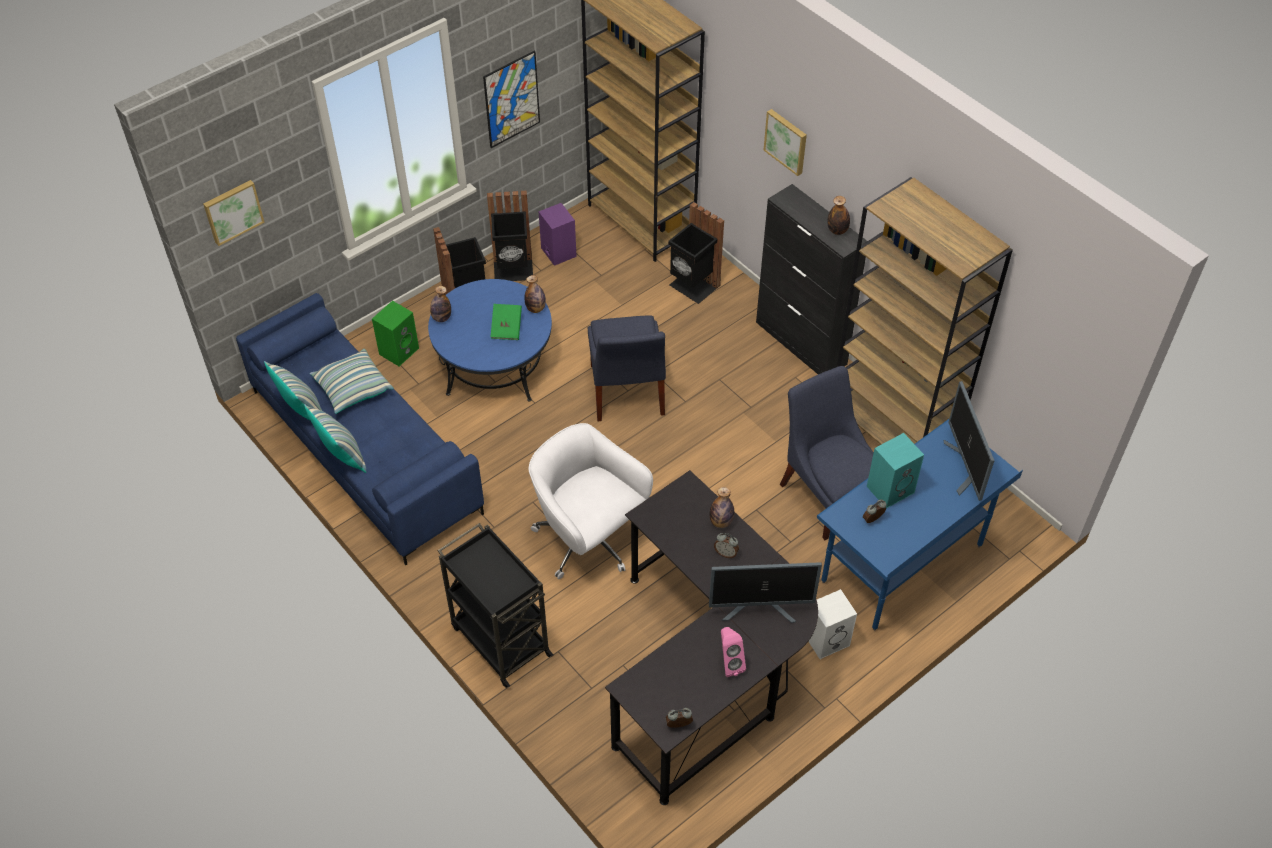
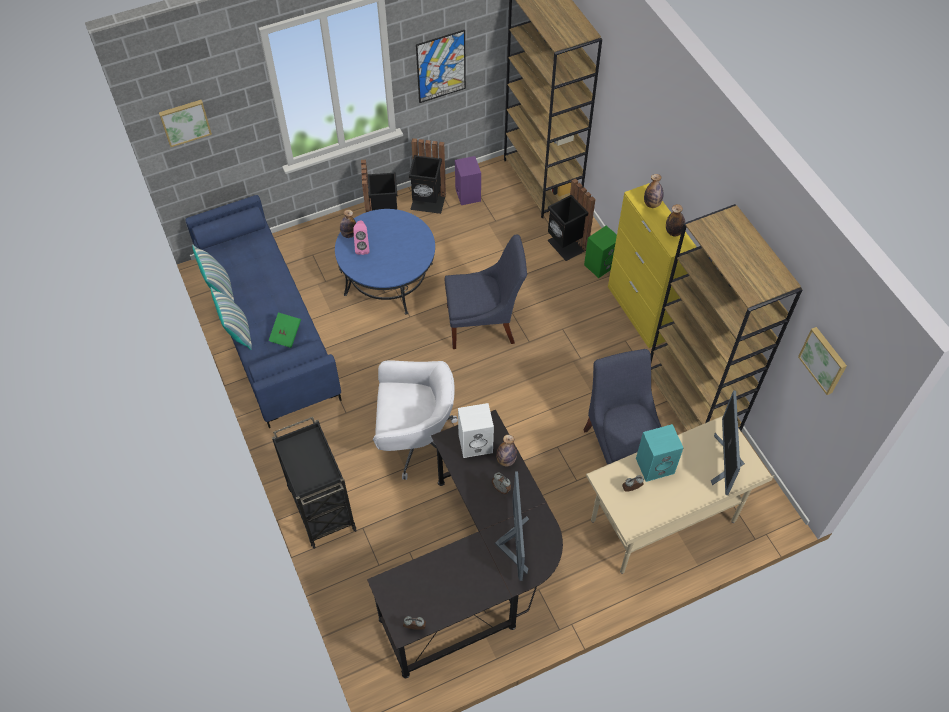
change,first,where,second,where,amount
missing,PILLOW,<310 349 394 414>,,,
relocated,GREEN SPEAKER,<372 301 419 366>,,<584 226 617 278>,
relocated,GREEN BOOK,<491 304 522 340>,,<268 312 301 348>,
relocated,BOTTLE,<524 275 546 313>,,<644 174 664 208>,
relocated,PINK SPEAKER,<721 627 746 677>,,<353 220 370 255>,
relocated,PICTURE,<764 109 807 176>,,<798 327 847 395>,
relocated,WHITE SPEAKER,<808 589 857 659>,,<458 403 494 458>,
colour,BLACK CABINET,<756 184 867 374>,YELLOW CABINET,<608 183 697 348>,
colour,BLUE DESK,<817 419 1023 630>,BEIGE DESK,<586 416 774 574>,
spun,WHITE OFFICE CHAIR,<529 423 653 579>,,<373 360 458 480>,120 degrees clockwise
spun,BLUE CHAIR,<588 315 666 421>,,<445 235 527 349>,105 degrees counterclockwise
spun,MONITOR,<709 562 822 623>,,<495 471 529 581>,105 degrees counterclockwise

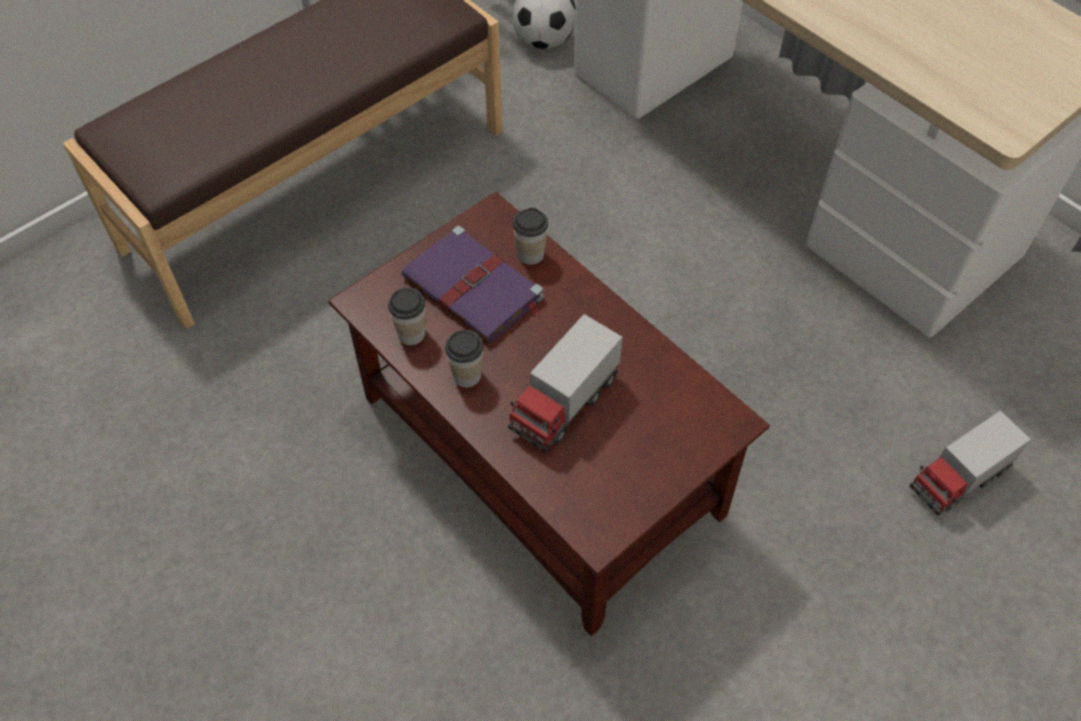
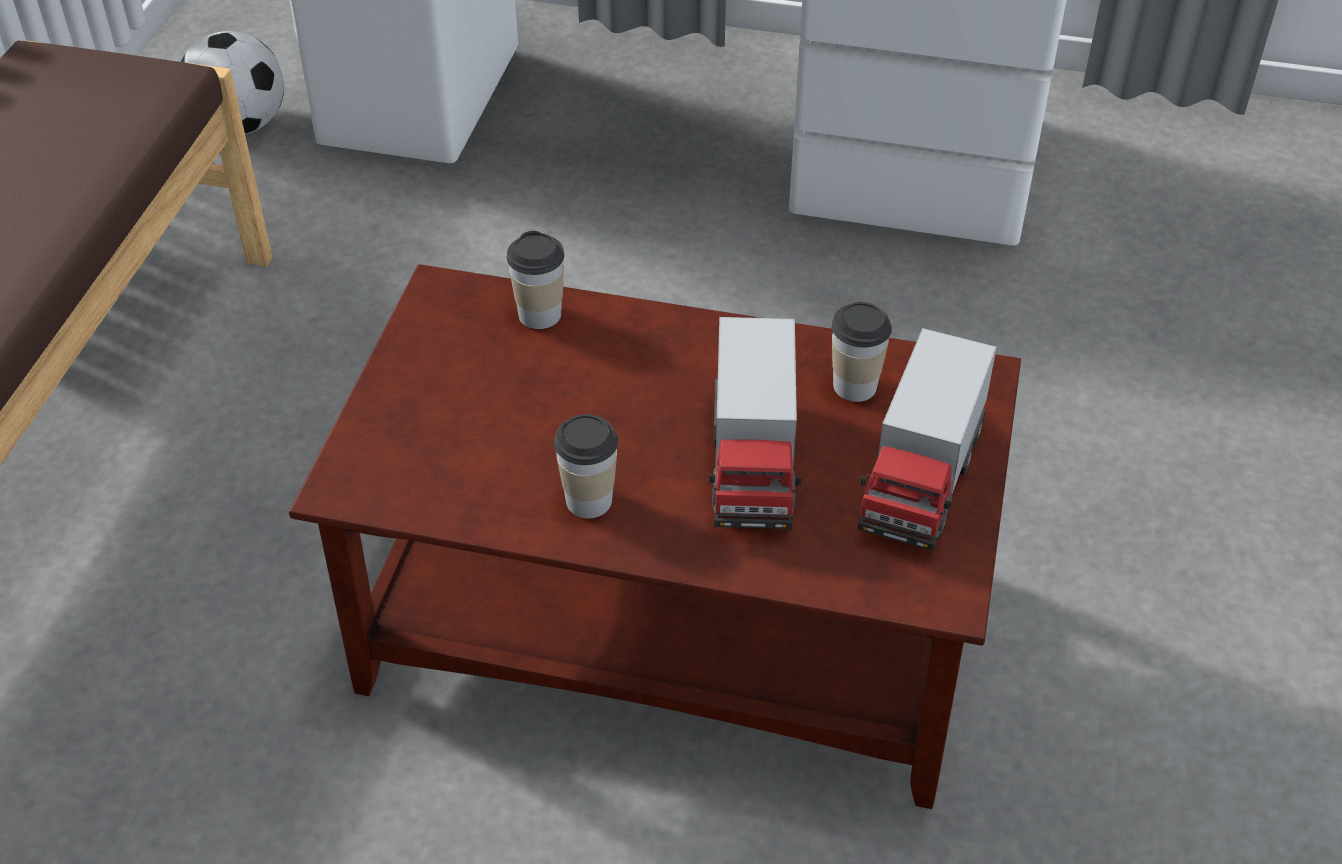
change,first,where,second,where,amount
missing,PURPLE BOOK,<401 226 543 343>,,,
relocated,CUP,<388 288 425 345>,,<832 302 892 402>,
relocated,TOY TRUCK,<909 410 1031 516>,,<857 328 997 551>,

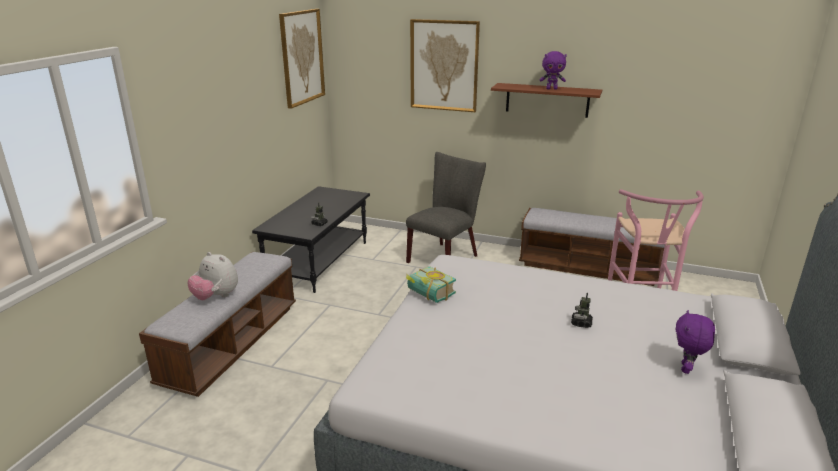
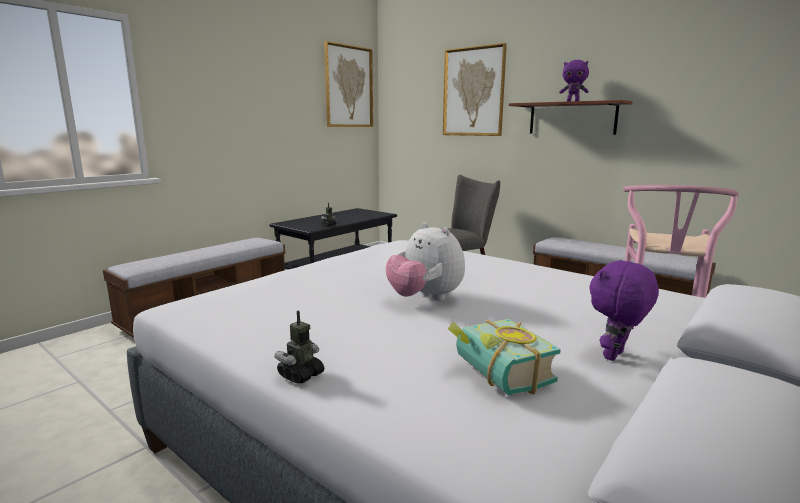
change,first,where,second,where,amount
relocated,PLUSH TOY,<188 252 238 300>,,<386 222 465 301>,
relocated,BOOK,<406 266 456 303>,,<448 319 561 395>,
relocated,TOY ROBOT,<571 293 593 328>,,<275 310 324 384>,

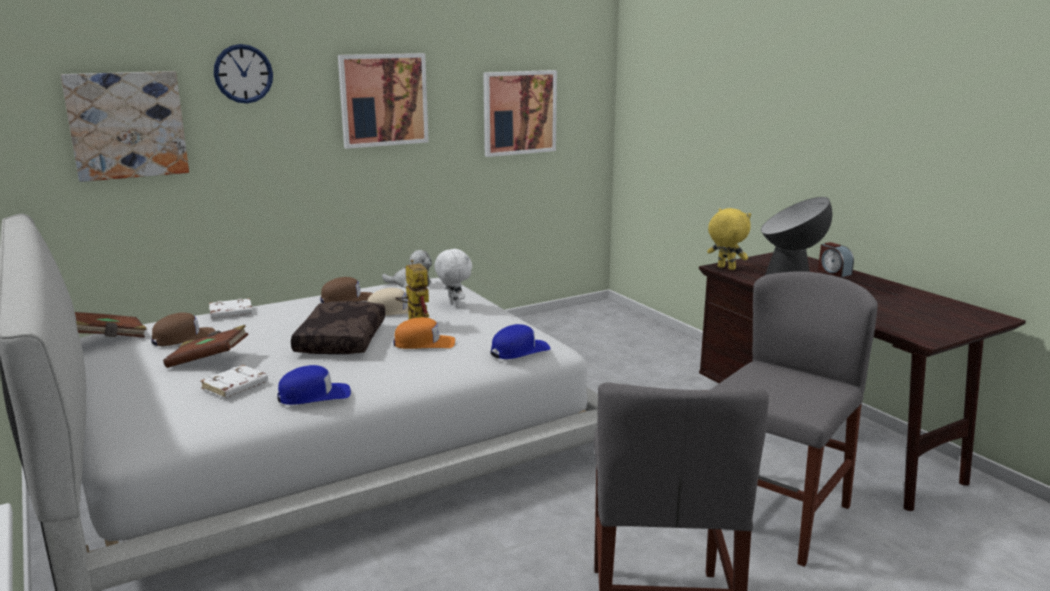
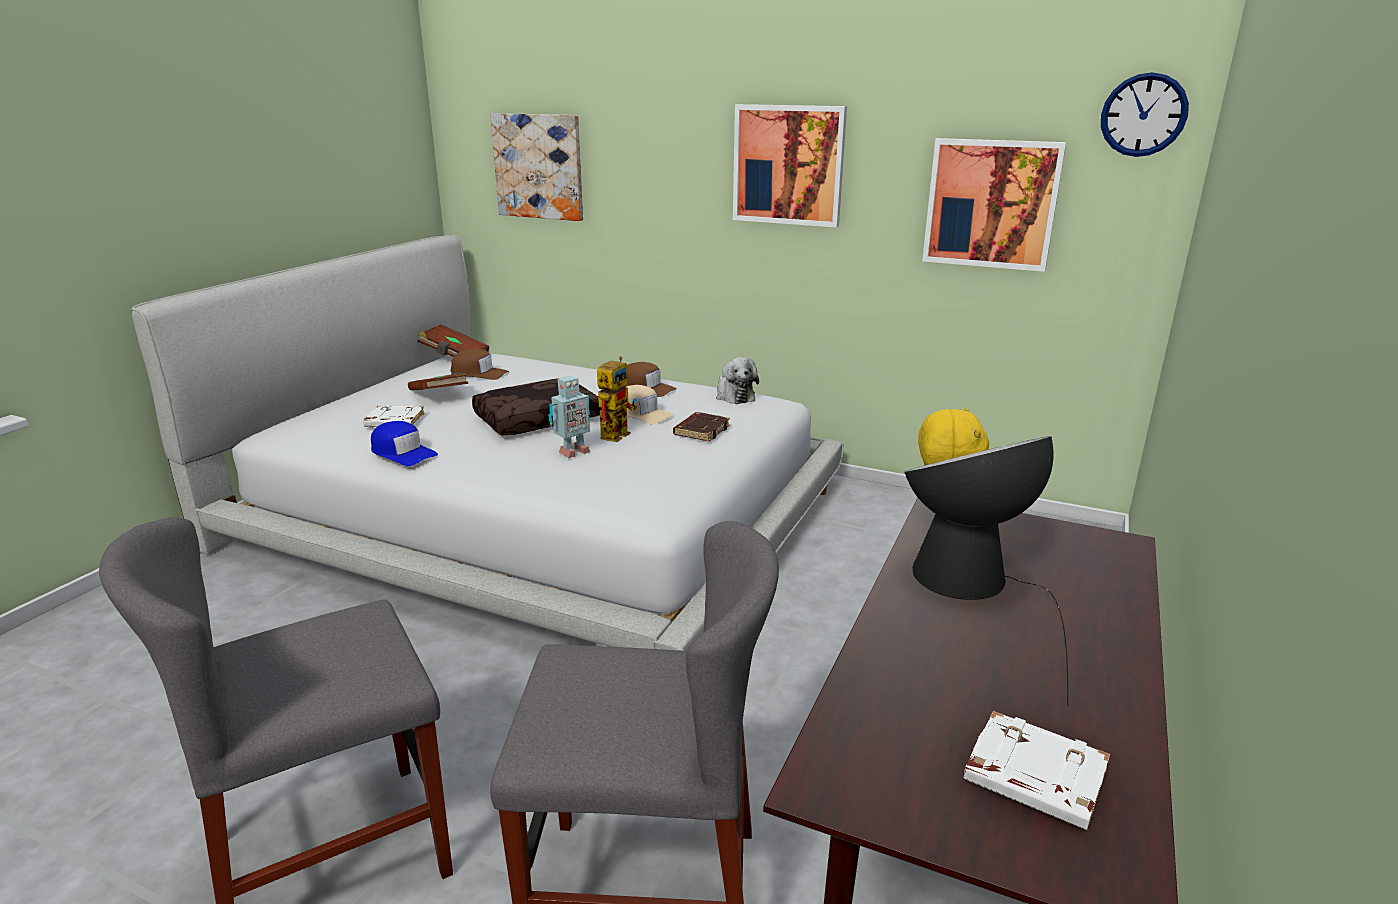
change,first,where,second,where,amount
missing,BLUE CAP,<490 324 551 359>,,,
missing,ALARM CLOCK,<818 242 854 277>,,,
relocated,WHITE BOOK,<209 298 253 319>,,<964 711 1110 830>,
relocated,WALL CLOCK,<214 44 273 103>,,<1101 72 1189 157>,
exchanged,ORANGE CAP,<394 317 455 349>,TOY ROBOT,<548 376 590 458>,
exchanged,WHITE PLUSH TOY,<435 248 472 308>,BROWN BOOK,<673 412 730 442>,

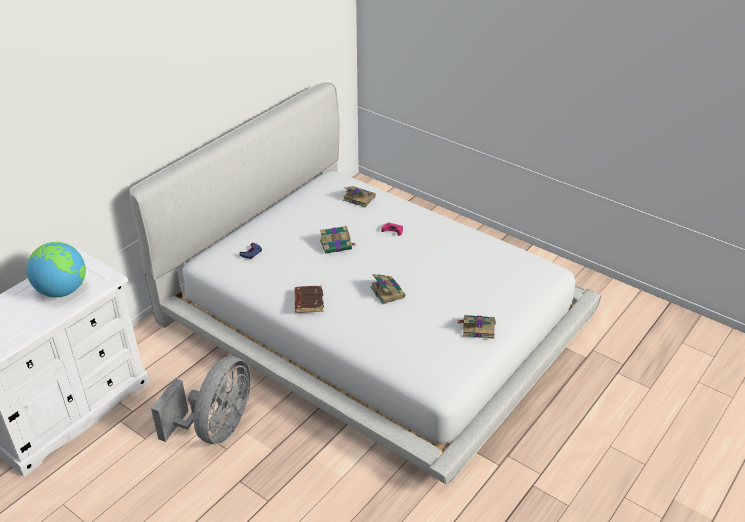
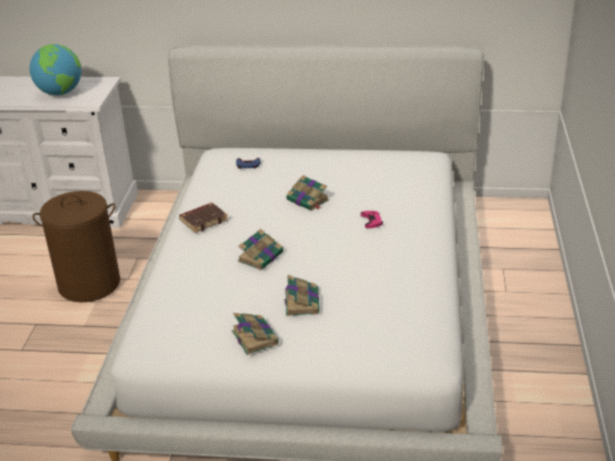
change,first,where,second,where,amount
relocated,BOOK,<343 186 376 208>,,<284 275 320 316>,
exchanged,GREY FAN,<151 356 251 444>,BROWN LAUNDRY BASKET,<33 191 120 302>,

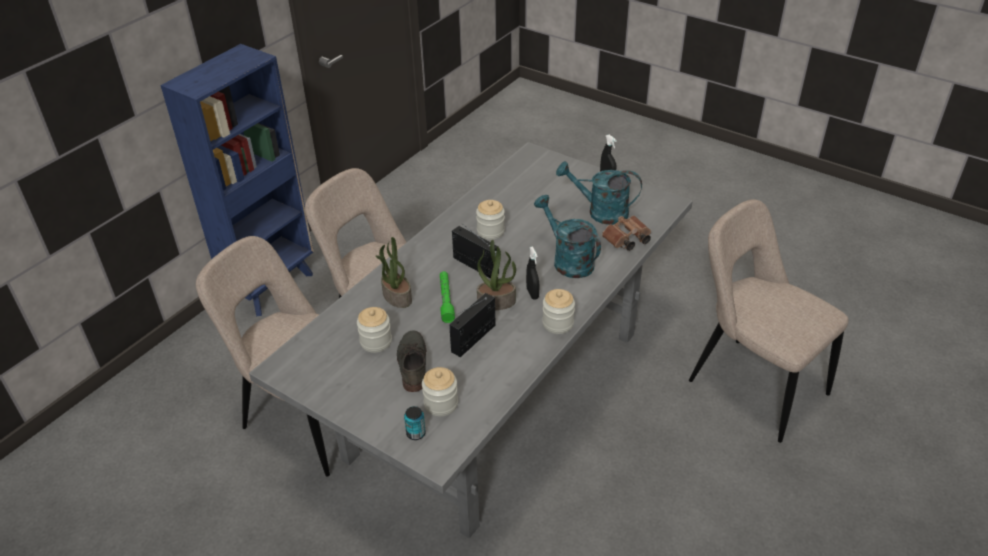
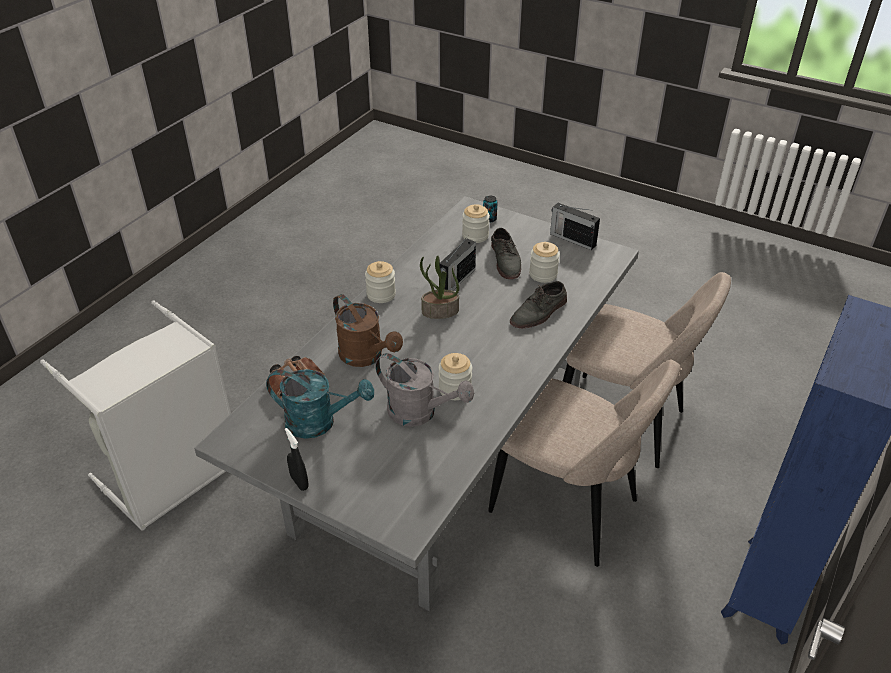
change,first,where,second,where,amount
missing,GREEN FLASHLIGHT,<440 271 455 323>,,,
missing,BLACK SPRAY BOTTLE,<526 246 540 300>,,,
appeared,,,GREY WATERING CAN,<375 353 474 427>,
relocated,RADIO,<452 223 499 279>,,<550 203 600 250>,
exchanged,POTTED PLANT,<375 237 412 308>,GREY SHOE,<510 281 567 328>,
exchanged,BEIGE CHAIR,<689 199 848 443>,GREY LAUNDRY BASKET,<40 300 231 530>,
colour,TURQUOISE WATERING CAN,<534 195 601 278>,BROWN WATERING CAN,<333 294 403 367>,

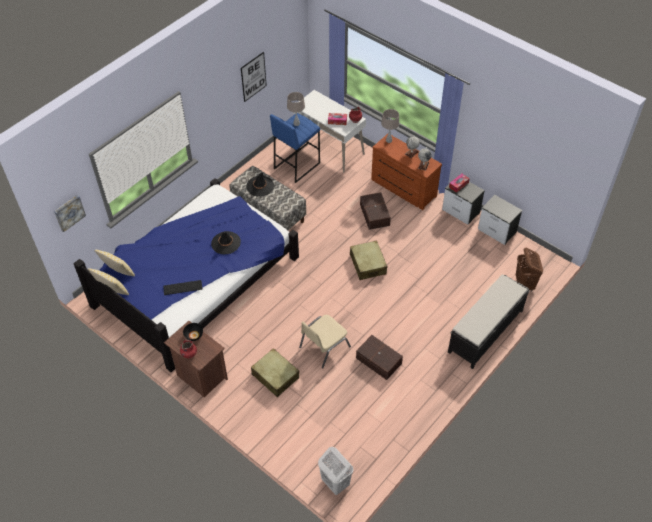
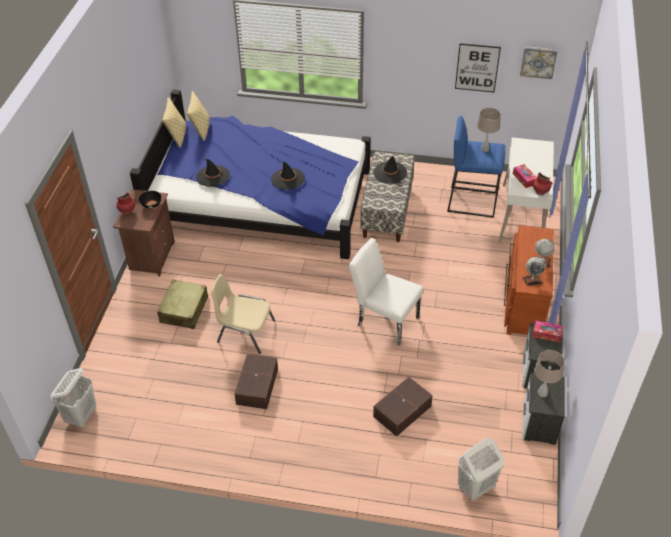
change,first,where,second,where,amount
missing,BLACK BENCH,<448 274 530 369>,,,
relocated,PICTURE,<54 195 86 232>,,<520 46 558 79>,
relocated,BROWN STORAGE BOX,<360 192 391 230>,,<373 377 433 437>,
relocated,BEIGE TABLE LAMP,<381 109 399 143>,,<534 350 565 397>,
exchanged,KEYBOARD,<163 280 202 295>,BLACK HAT,<196 159 230 187>,
exchanged,BEIGE SUITCASE,<350 240 387 280>,WHITE CHAIR,<349 238 423 346>,
colour,BROWN LAUNDRY BASKET,<516 248 543 291>,WHITE LAUNDRY BASKET,<458 438 504 501>,

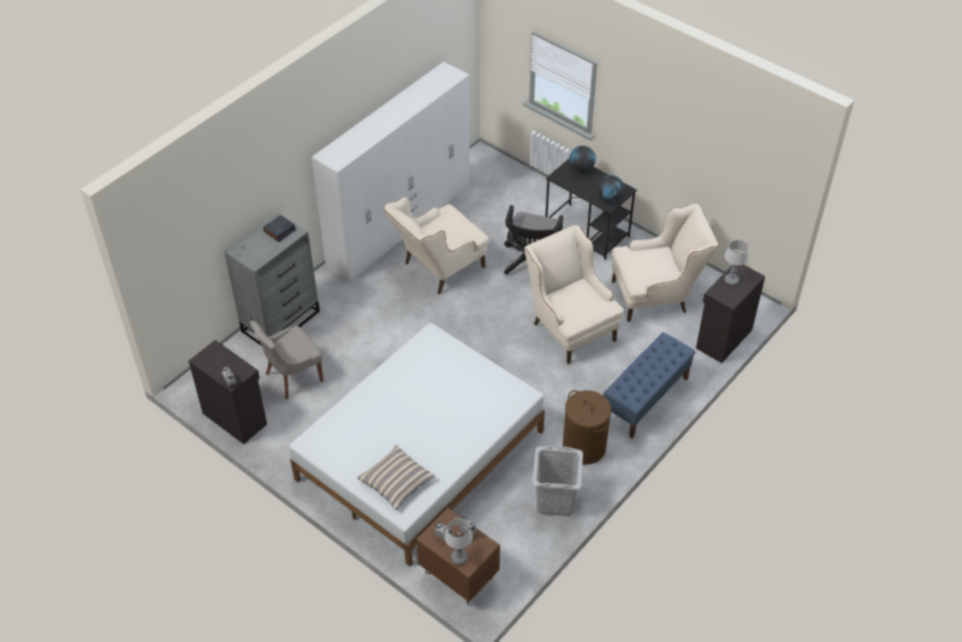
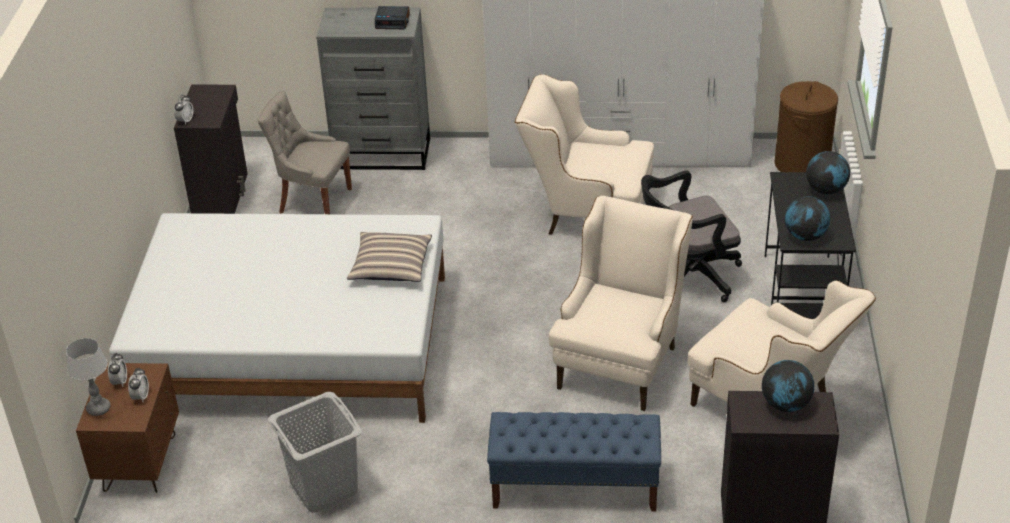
change,first,where,second,where,amount
relocated,PILLOW,<357 445 435 510>,,<347 232 432 282>,
relocated,BROWN LAUNDRY BASKET,<562 390 611 465>,,<775 81 838 172>,
exchanged,TABLE LAMP,<724 240 749 285>,GLOBE,<762 360 814 412>,

